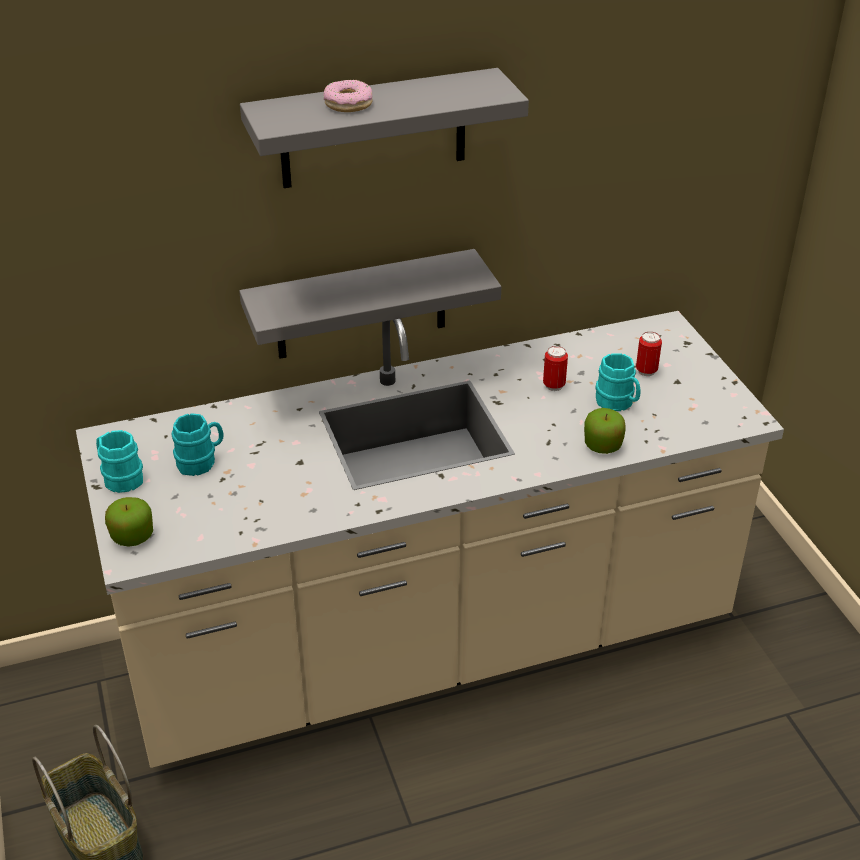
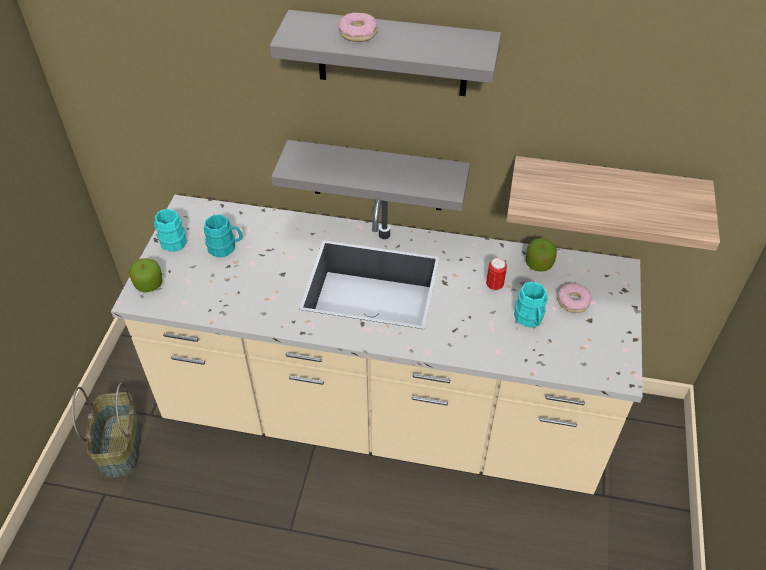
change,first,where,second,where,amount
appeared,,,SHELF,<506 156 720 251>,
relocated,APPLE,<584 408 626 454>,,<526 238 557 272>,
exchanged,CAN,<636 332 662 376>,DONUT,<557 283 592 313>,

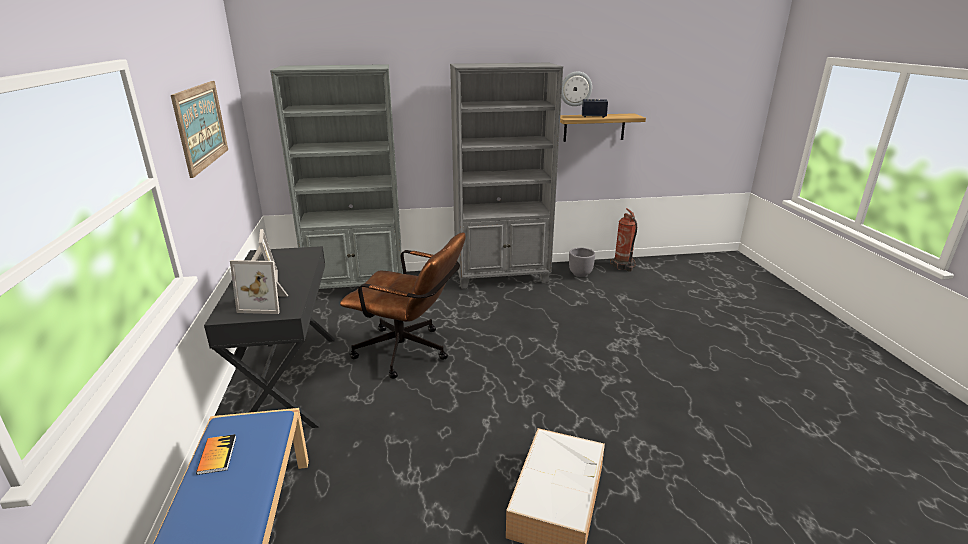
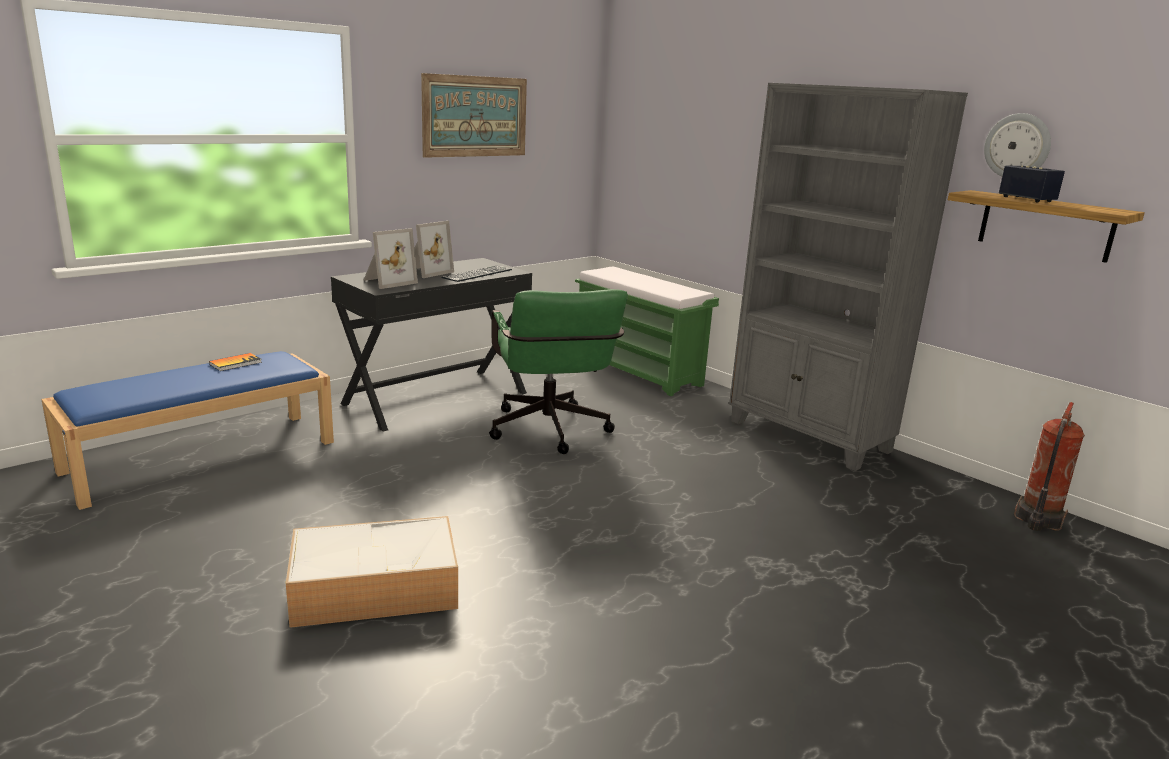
change,first,where,second,where,amount
missing,GREY PLANTER,<569 248 595 277>,,,
appeared,,,KEYBOARD,<441 266 512 282>,
exchanged,GREY BOOKCASE,<270 64 403 289>,GREEN BENCH,<575 267 719 396>,
colour,BROWN OFFICE CHAIR,<340 232 466 379>,GREEN OFFICE CHAIR,<489 289 628 454>,
spun,PICTURE FRAME,<230 260 288 314>,,<364 228 418 289>,105 degrees counterclockwise

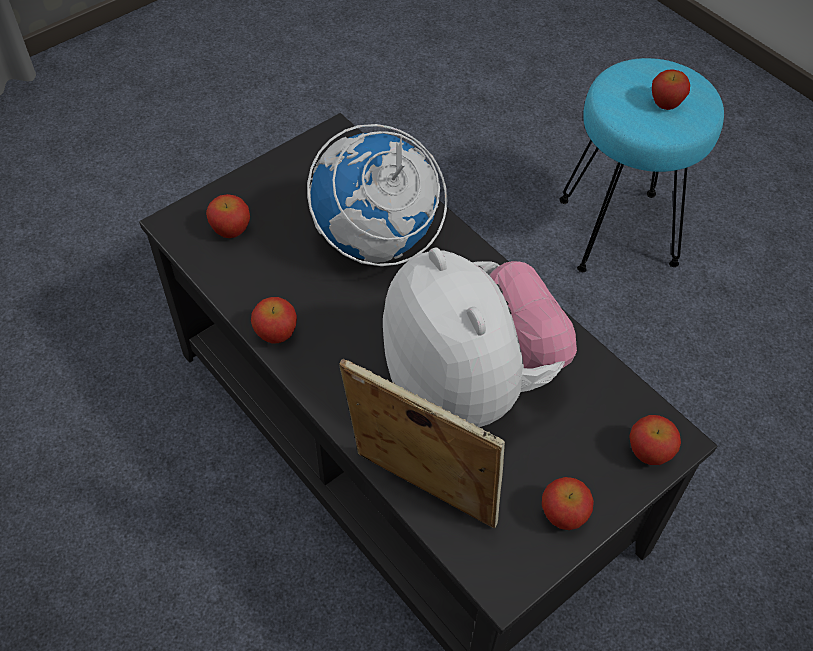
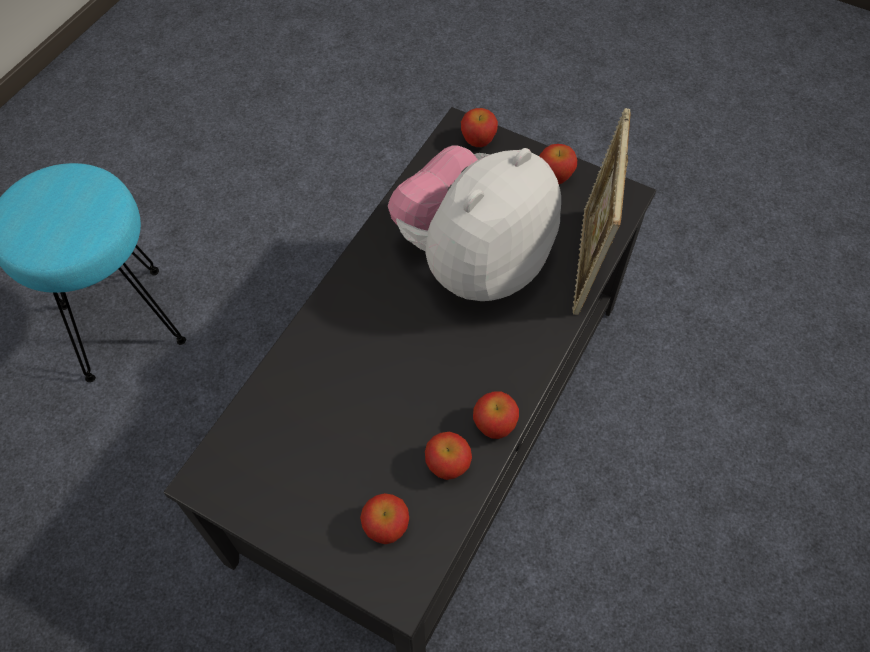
change,first,where,second,where,amount
missing,GLOBE,<307 124 447 266>,,,
relocated,APPLE,<652 70 690 110>,,<425 432 472 480>,

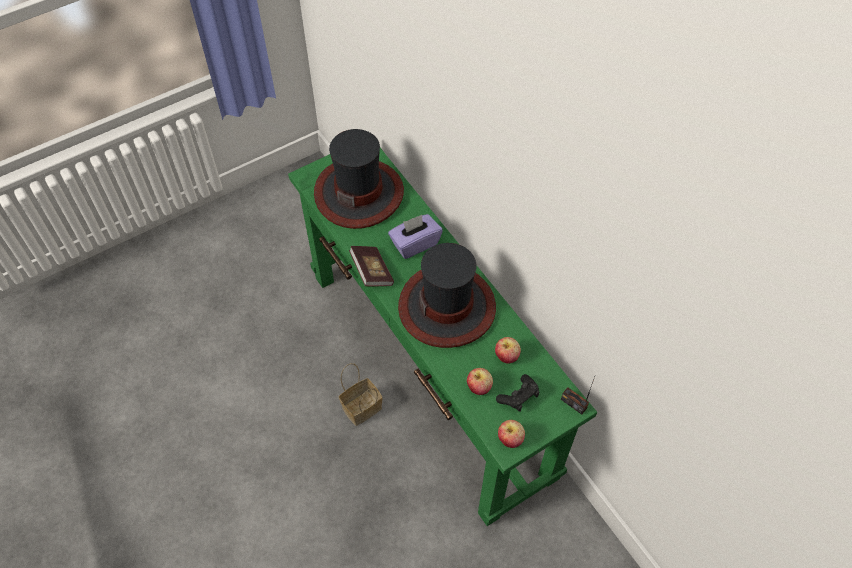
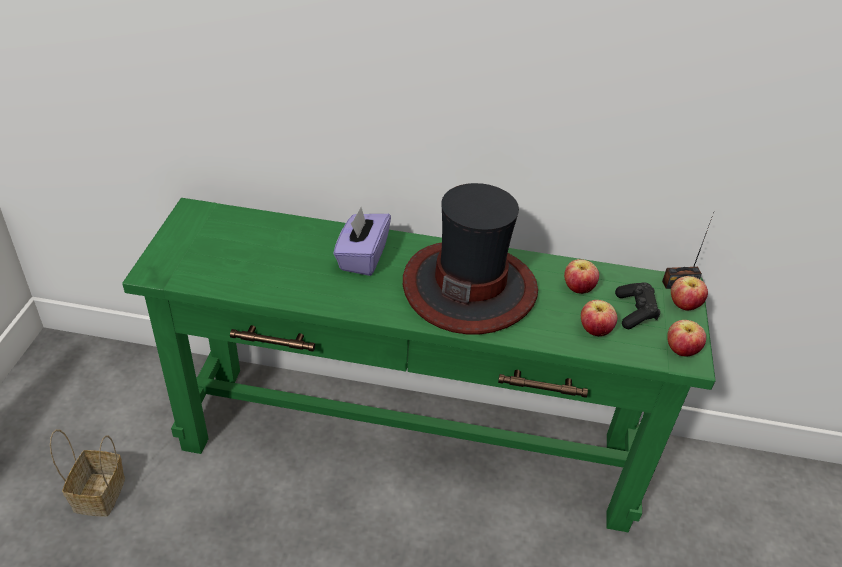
change,first,where,second,where,amount
missing,HAT,<314 129 404 229>,,,
missing,BOOK,<349 246 394 286>,,,
appeared,,,APPLE,<671 276 708 311>,
relocated,BASKET,<339 363 383 426>,,<50 429 125 517>,

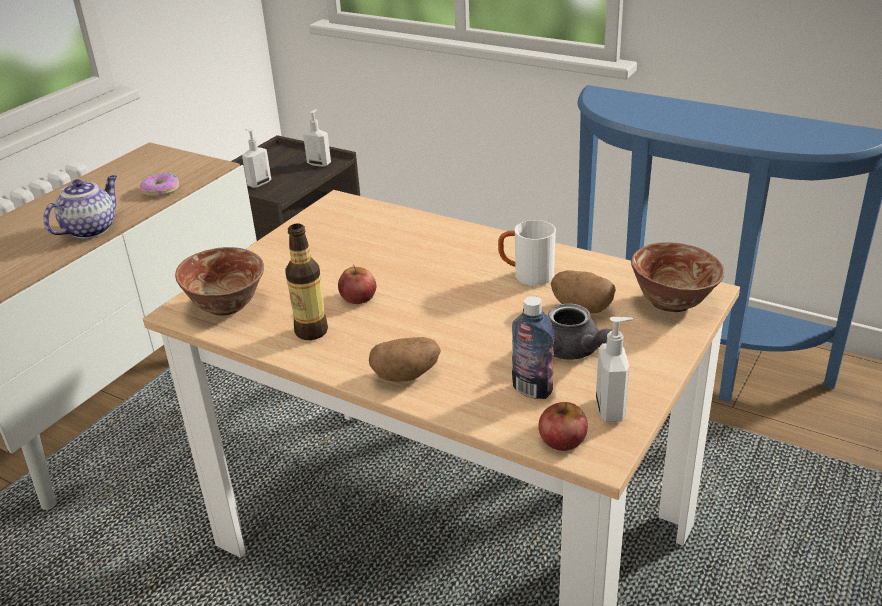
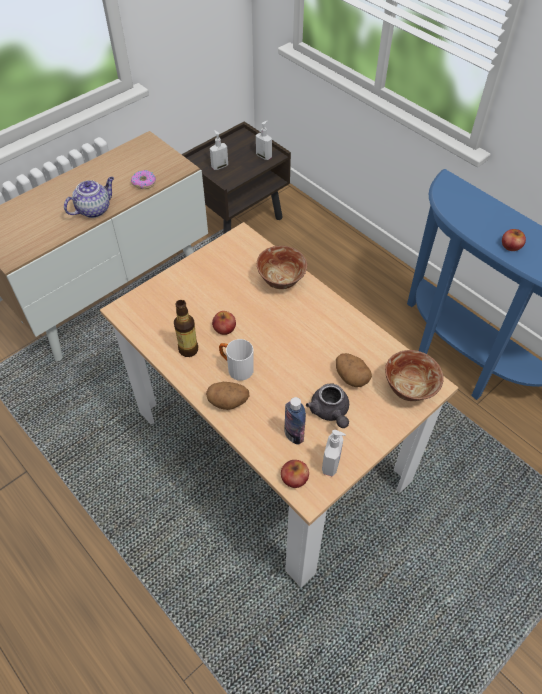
change,first,where,second,where,amount
appeared,,,APPLE,<502 229 526 251>,
relocated,BOWL,<175 247 264 316>,,<257 246 307 289>,
relocated,WHITE MUG,<498 220 556 286>,,<219 339 254 381>,

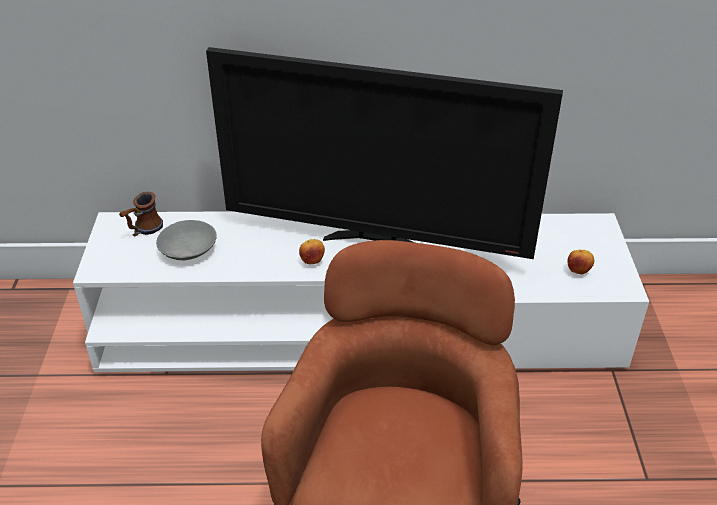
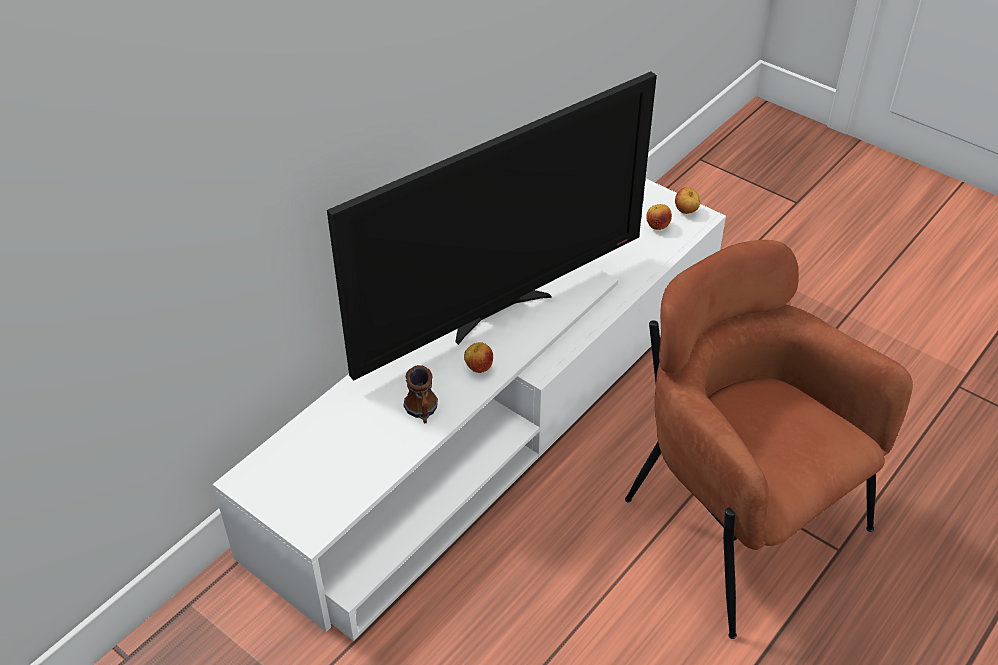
change,first,where,second,where,amount
missing,GREY BOWL,<156 220 217 261>,,,
appeared,,,APPLE,<675 187 700 214>,
relocated,MUG,<119 192 163 236>,,<404 365 438 423>,

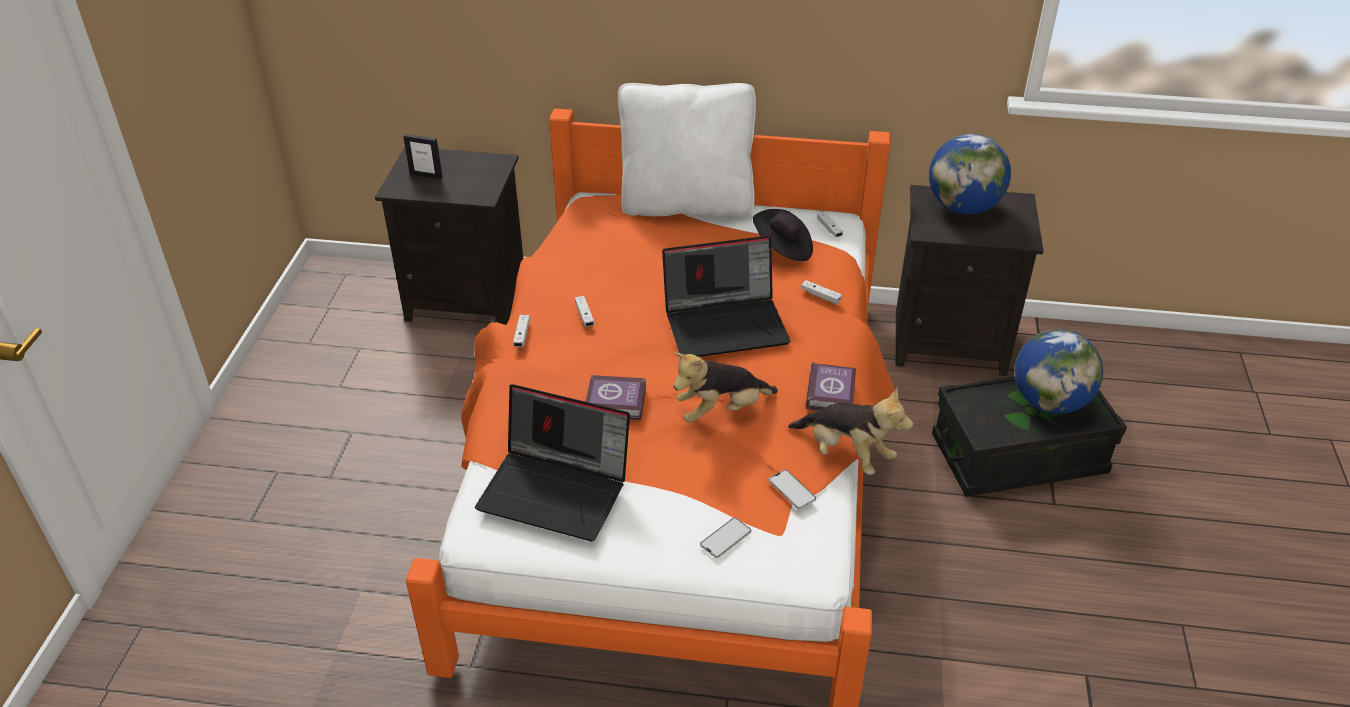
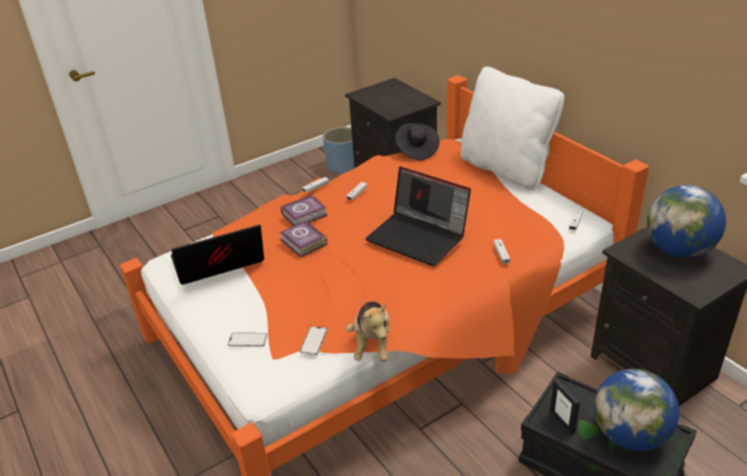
change,first,where,second,where,amount
missing,PLUSH TOY,<673 352 778 422>,,,
appeared,,,BLUE PLANTER,<323 127 355 174>,
relocated,PICTURE FRAME,<403 134 443 180>,,<550 379 580 434>,
relocated,BLACK HAT,<753 209 813 261>,,<395 123 440 160>,
relocated,BOOK,<806 362 856 411>,,<280 194 328 226>,
spun,LAPTOP,<475 384 630 541>,,<171 225 264 285>,90 degrees clockwise

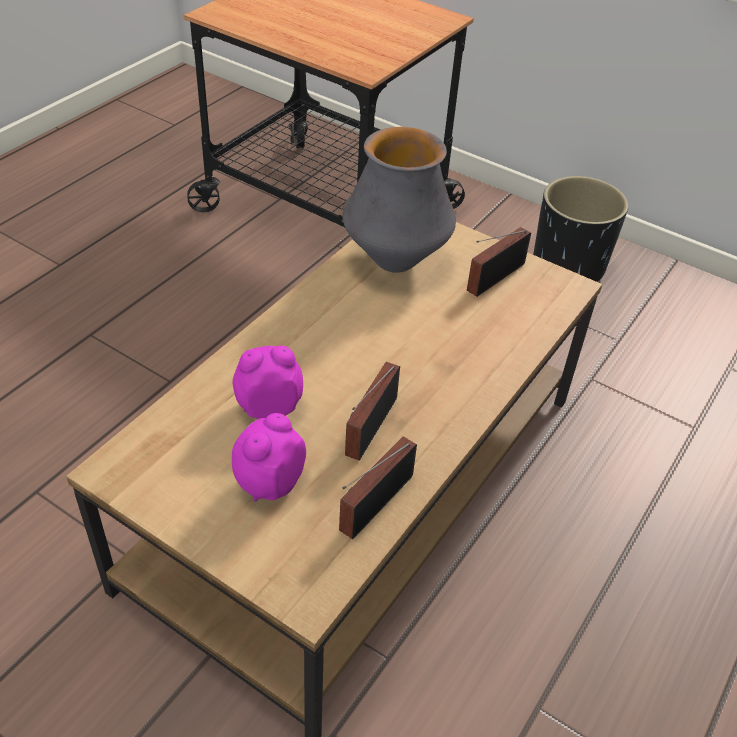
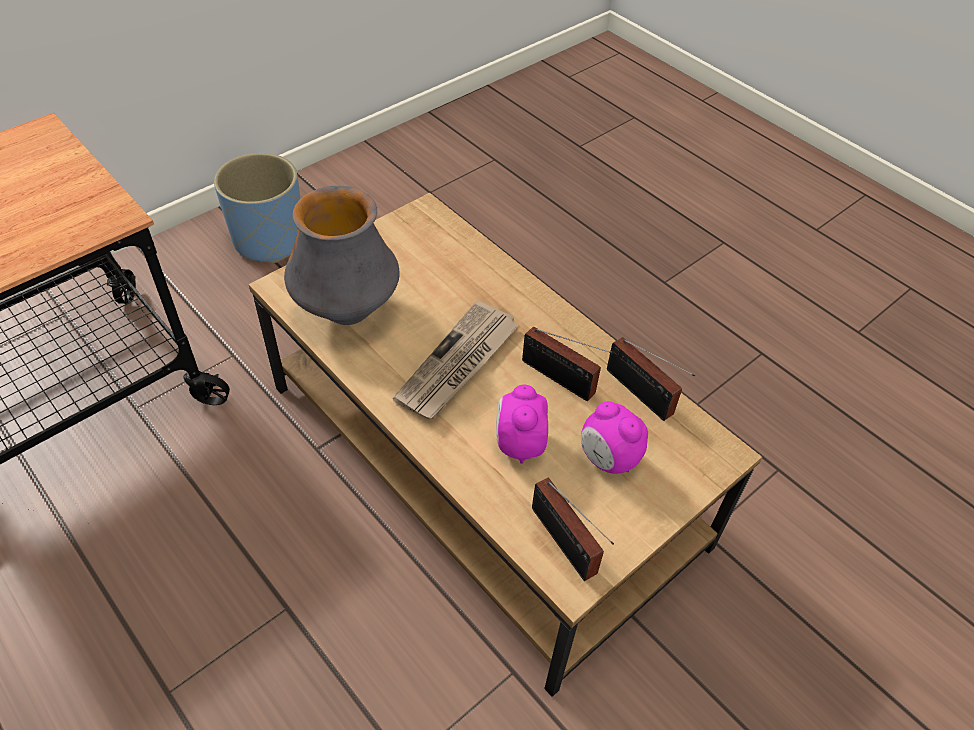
change,first,where,second,where,amount
appeared,,,NEWSPAPER,<393 301 519 419>,
relocated,RADIO,<467 227 531 297>,,<532 478 614 581>,
colour,BLACK PLANTER,<533 176 628 282>,BLUE PLANTER,<214 153 300 263>,

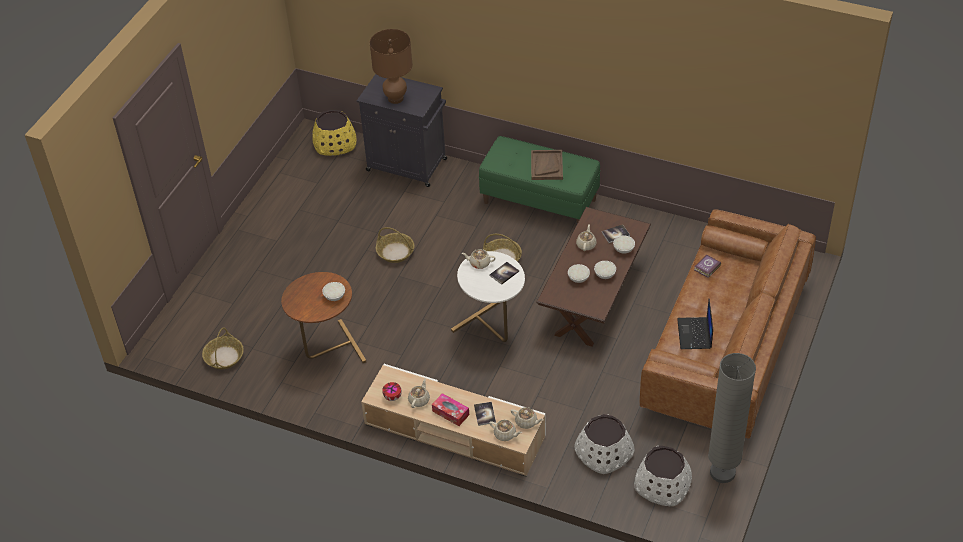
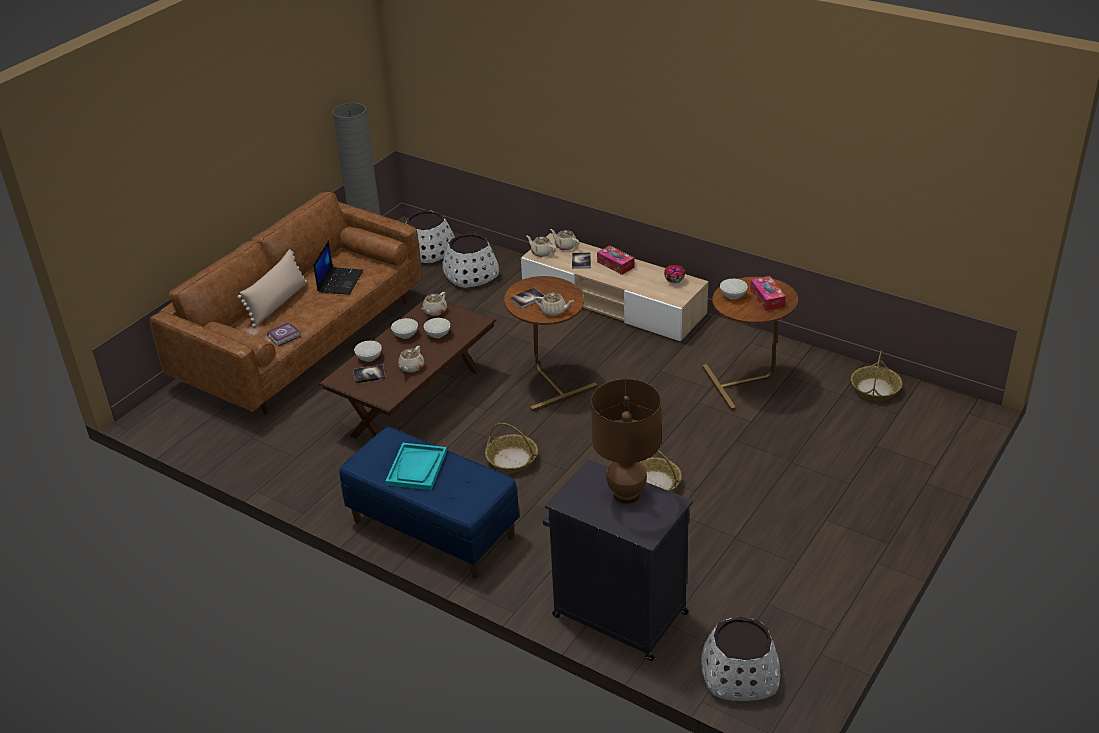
change,first,where,second,where,amount
appeared,,,BEIGE PILLOW,<238 249 307 327>,
appeared,,,TISSUE BOX,<750 276 786 311>,
relocated,BEIGE TEAPOT,<408 378 430 408>,,<422 292 447 316>,
colour,YELLOW PLANTER,<312 110 356 156>,WHITE PLANTER,<701 616 780 701>,
colour,WHITE SIDE TABLE,<451 251 525 342>,BROWN SIDE TABLE,<504 276 598 412>,
colour,GREEN BENCH,<479 136 600 223>,BLUE BENCH,<340 427 519 578>,
colour,BROWN TRAY,<531 150 563 180>,TURQUOISE TRAY,<386 443 447 490>,

